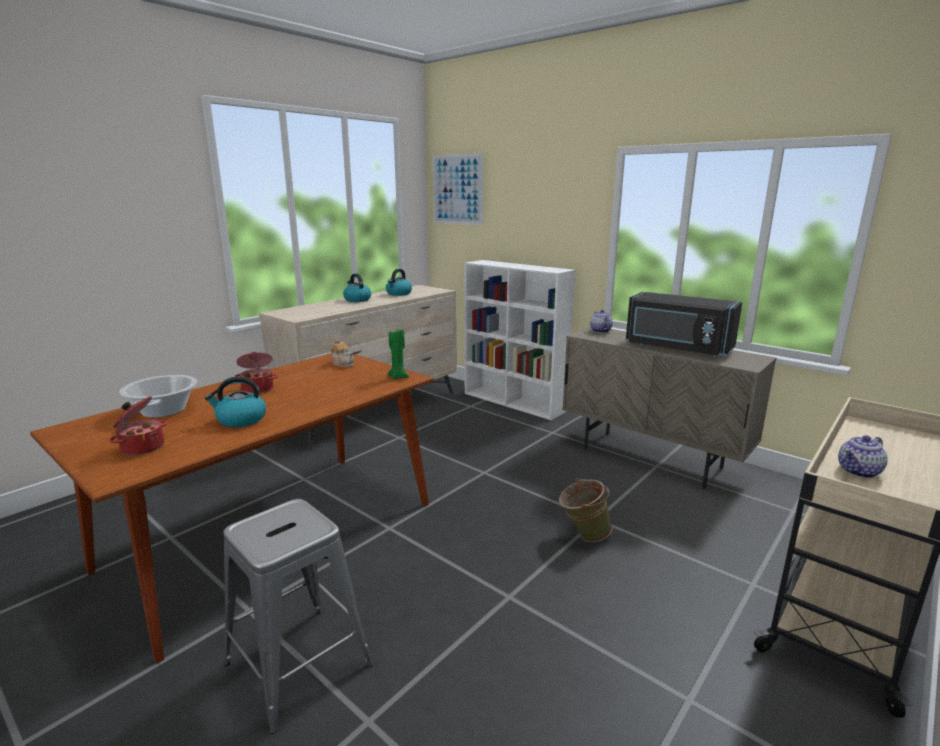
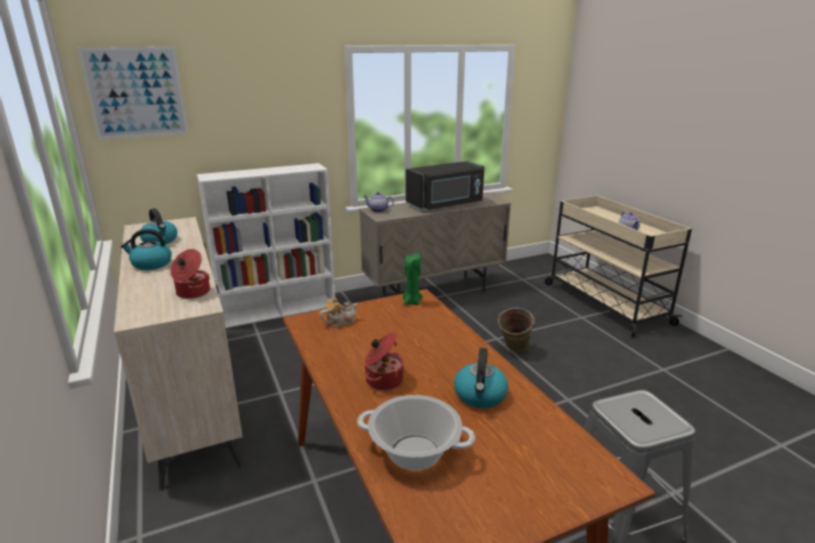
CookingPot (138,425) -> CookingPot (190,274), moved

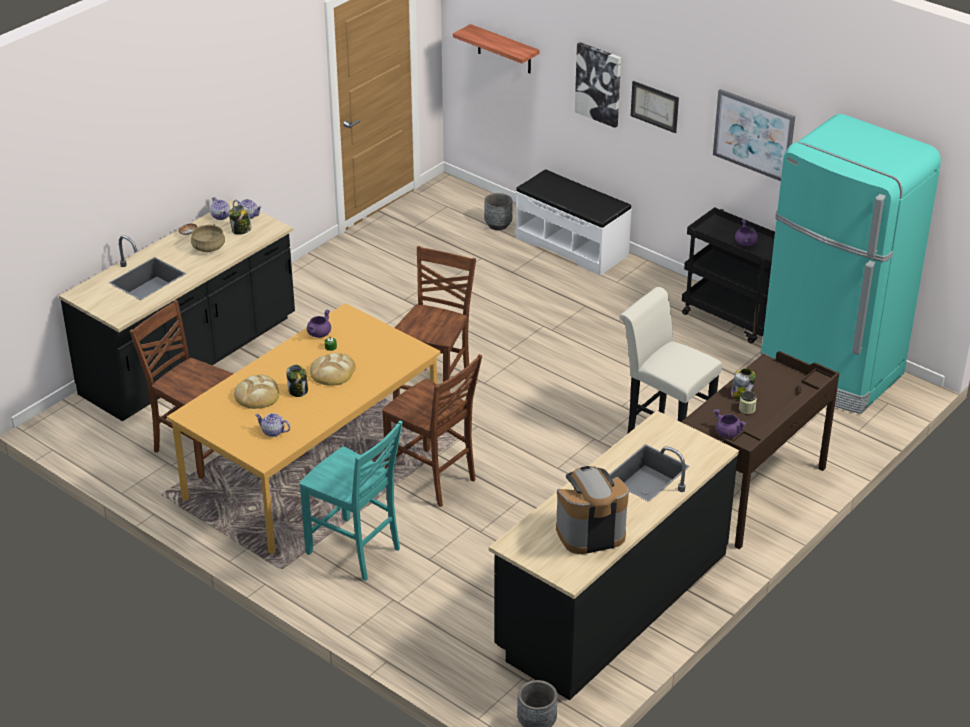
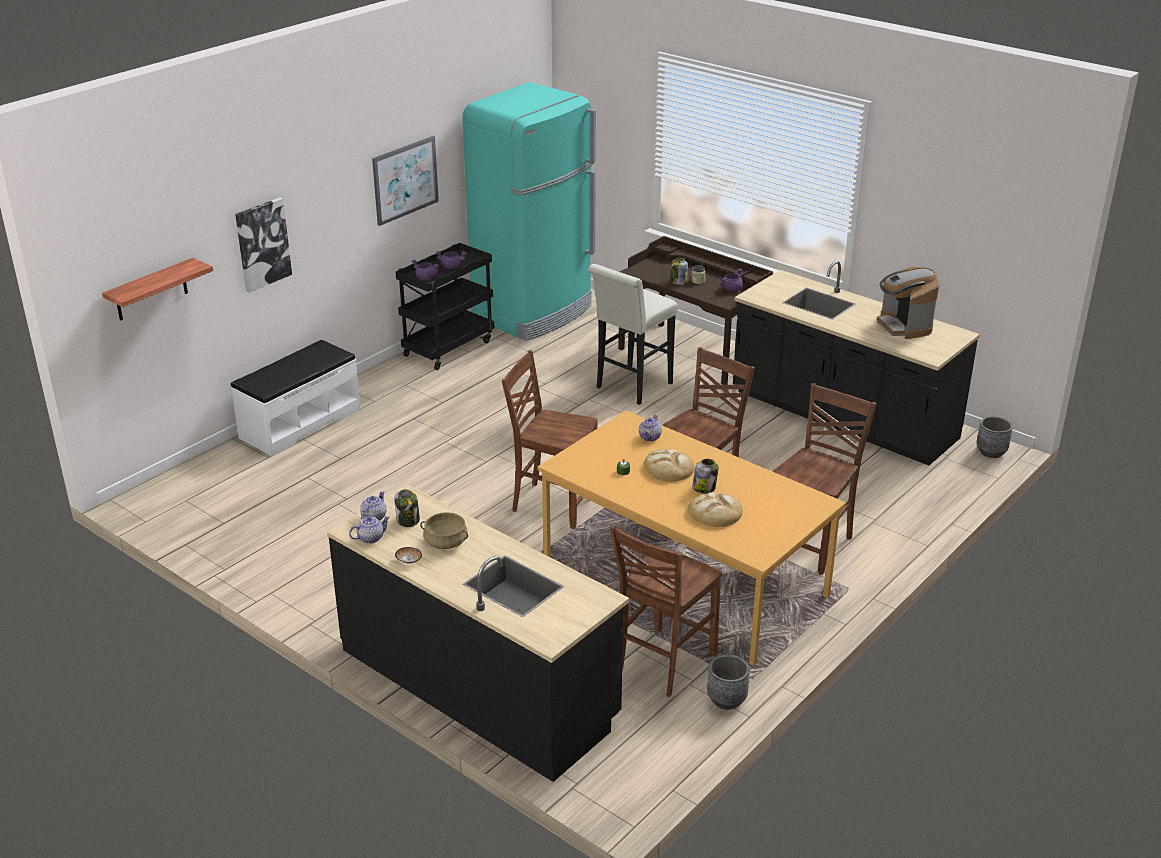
WallPicture (654,107) -> none
GreyishPlantPot (498,211) -> GreyishPlantPot (728,682), moved
PurplishCookingPot (319,323) -> PurplishCookingPot (425,270), moved
TeaPot (272,425) -> TeaPot (650,427), moved
TurquoisePlainChair (351,500) -> BrownPlainChair (825,479)

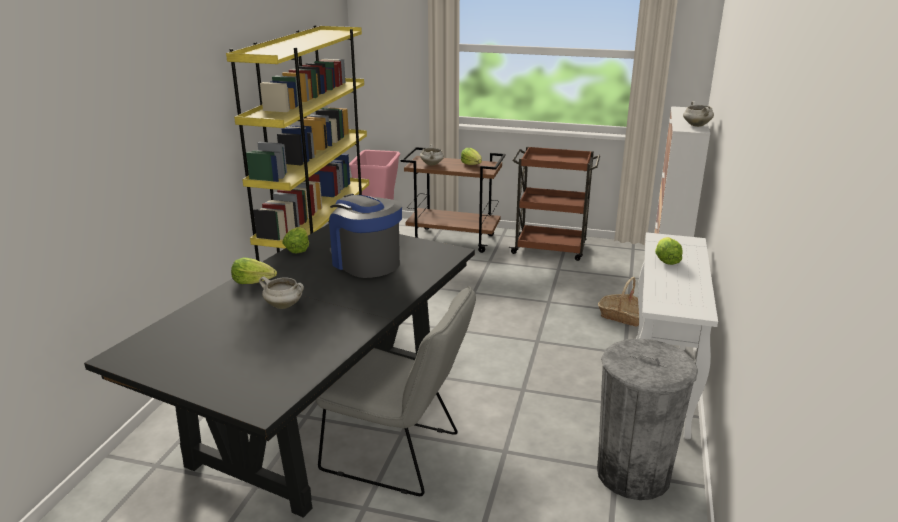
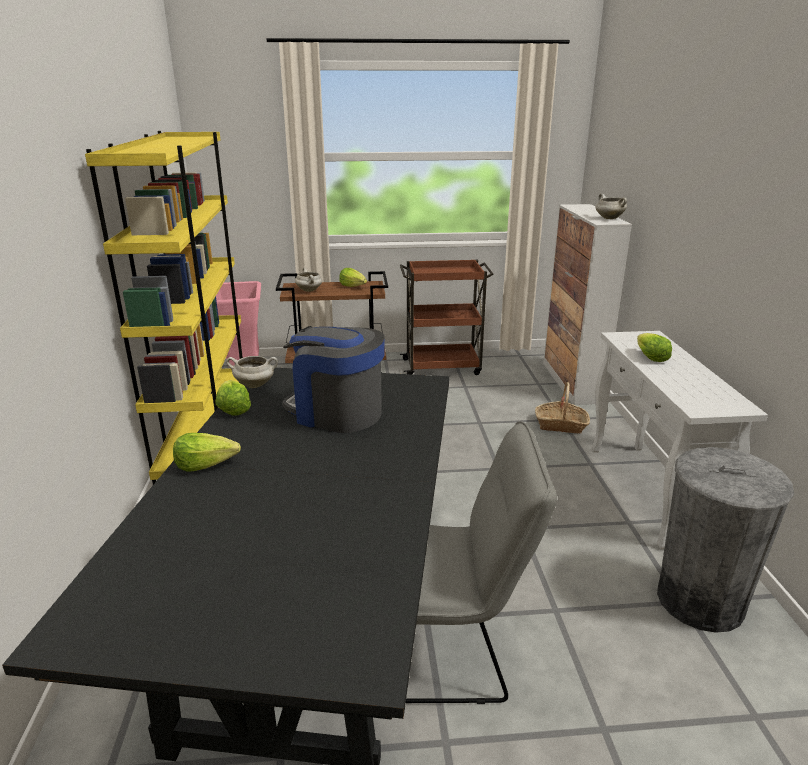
WhiteCookingPot (281,293) -> WhiteCookingPot (252,372), moved

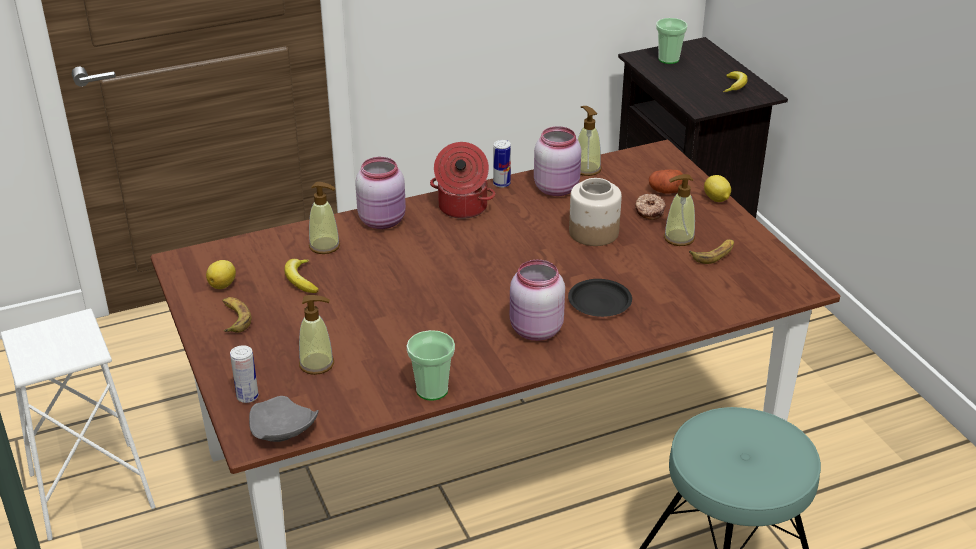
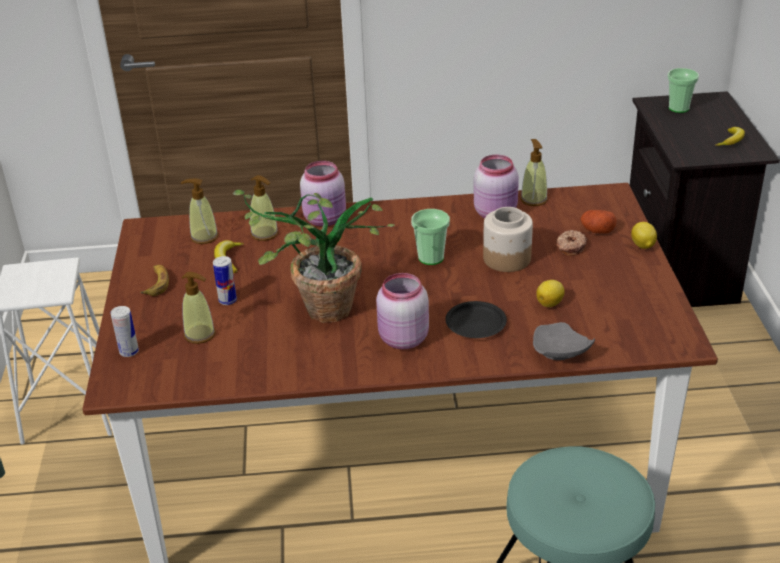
MetalCan (502,164) -> MetalCan (225,280), moved
CookingPot (462,180) -> none
LiquidSoapBottle (679,210) -> LiquidSoapBottle (199,211), moved
BananaFruit (711,251) -> none
Lemon (221,274) -> Lemon (550,293), moved
Cup (431,365) -> Cup (430,237), moved
GreyishFlatDish (284,419) -> GreyishFlatDish (564,341), moved
none -> PlantInAPot (314,256)

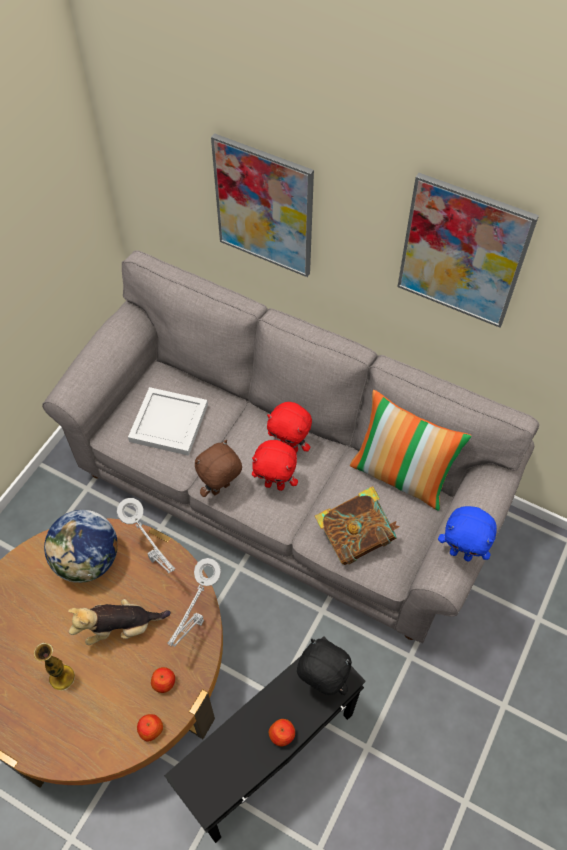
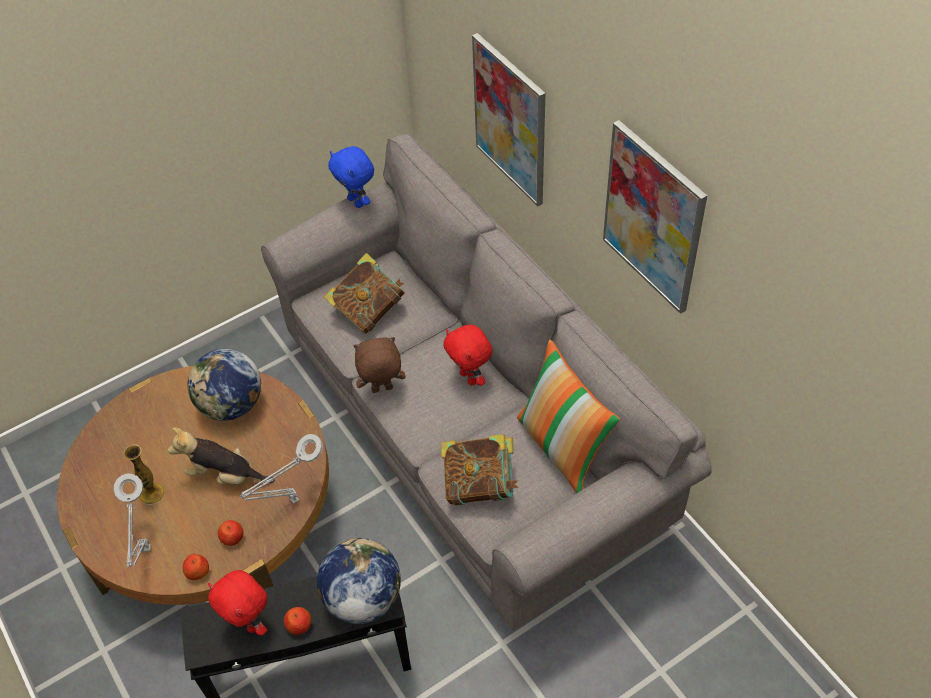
WhiteCarryingTray (168,421) -> Volume (364,293)
RedColouredSoftToy (275,465) -> RedColouredSoftToy (238,603), moved
GreyishLampForATable (146,535) -> GreyishLampForATable (132,521), moved
BlueSoftToy (467,534) -> BlueSoftToy (351,177), moved
BlackishSoftToy (324,667) -> WorldGlobe (359,581)

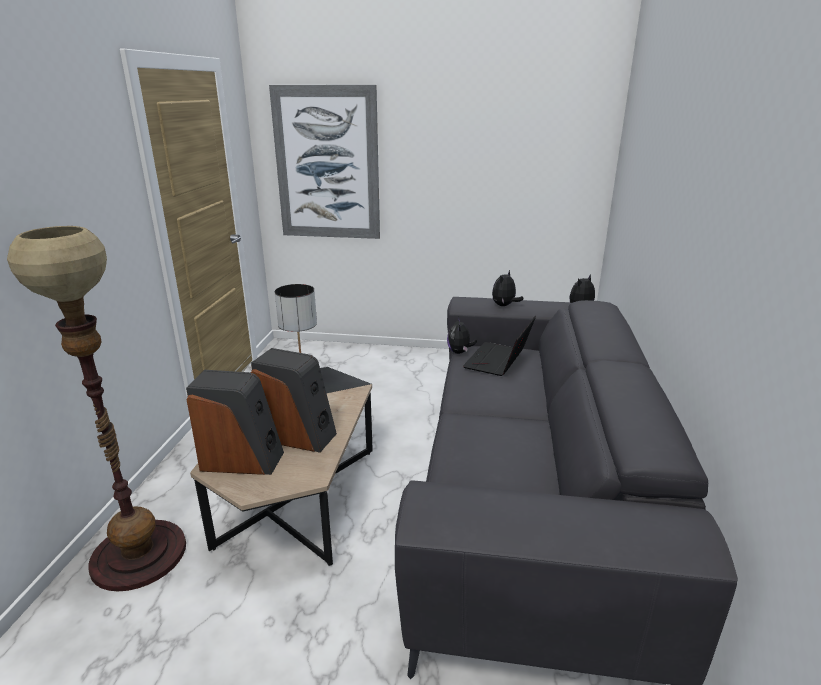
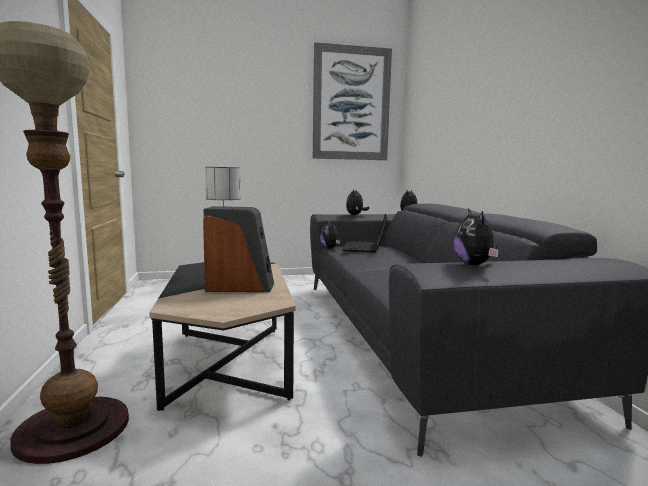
WallPicture (324,162) -> WallPicture (352,101), moved
Speaker (235,422) -> none
none -> SoftToy (476,236)

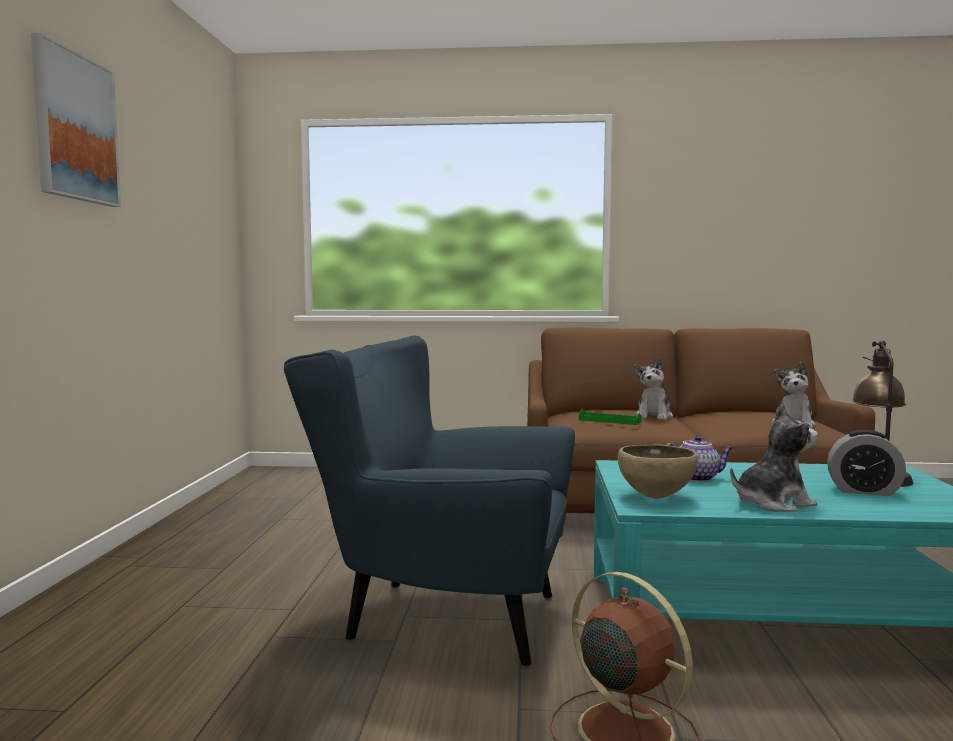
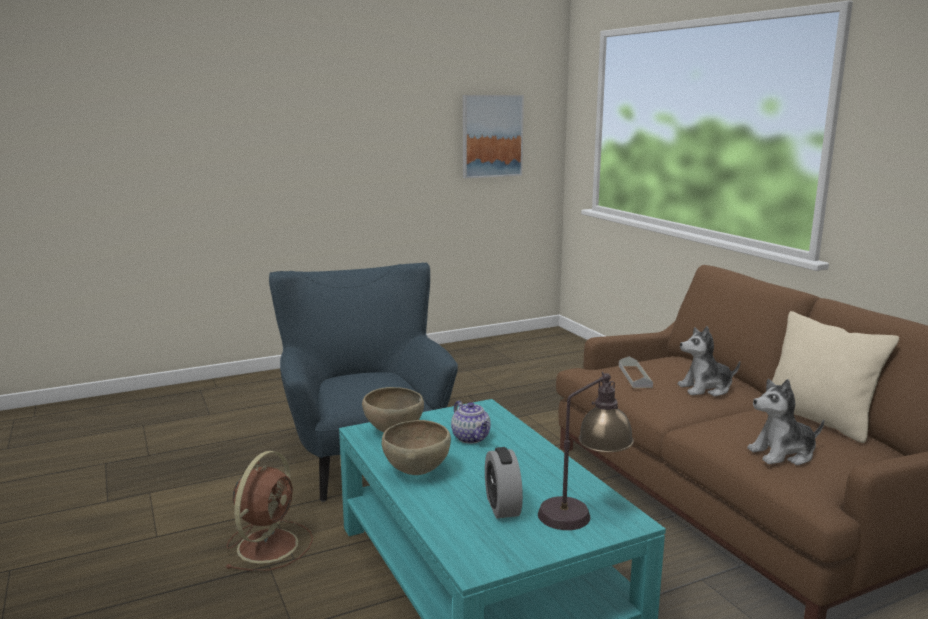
WallPicture (76,120) -> WallPicture (493,137), moved
SoftToy (774,458) -> BrownBowl (416,447)
GreenishCarryingTray (610,417) -> GreyishCarryingTray (636,372)
none -> BeigeColouredPillow (835,377)

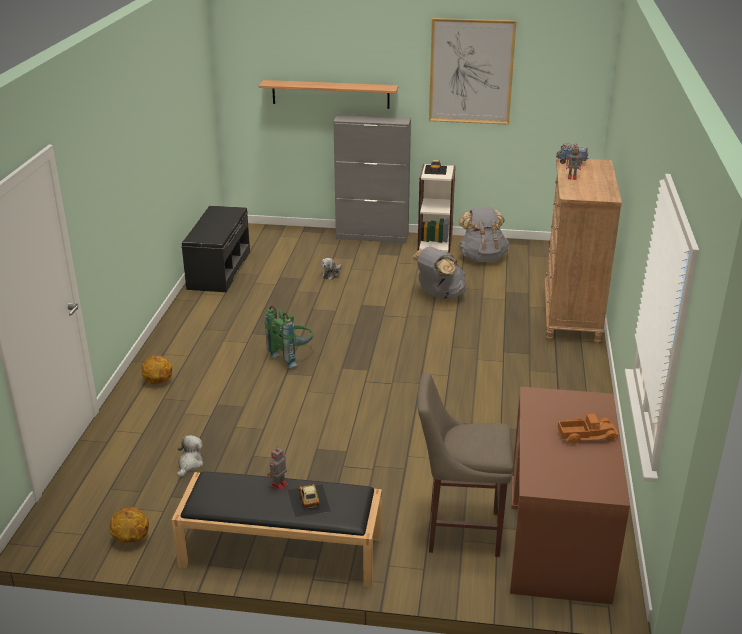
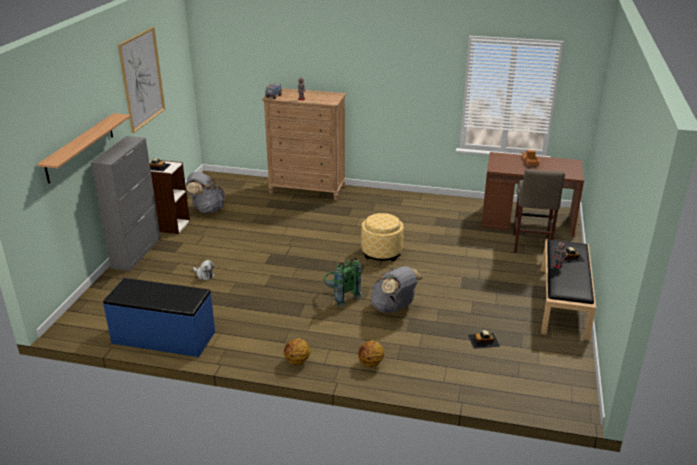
BlackishIndoorBench (215,249) -> BlueIndoorBench (159,317)
GreyishRucksack (438,273) -> GreyishRucksack (396,289), moved
SoftToy (190,456) -> MiniatureCar (484,339)
BasketballBall (129,525) -> BasketballBall (297,351), moved
none -> Pouffe (382,237)

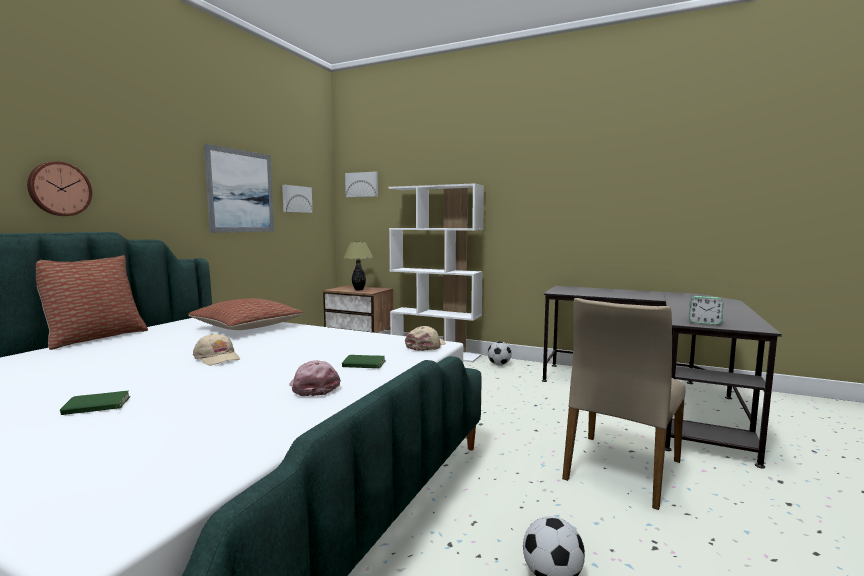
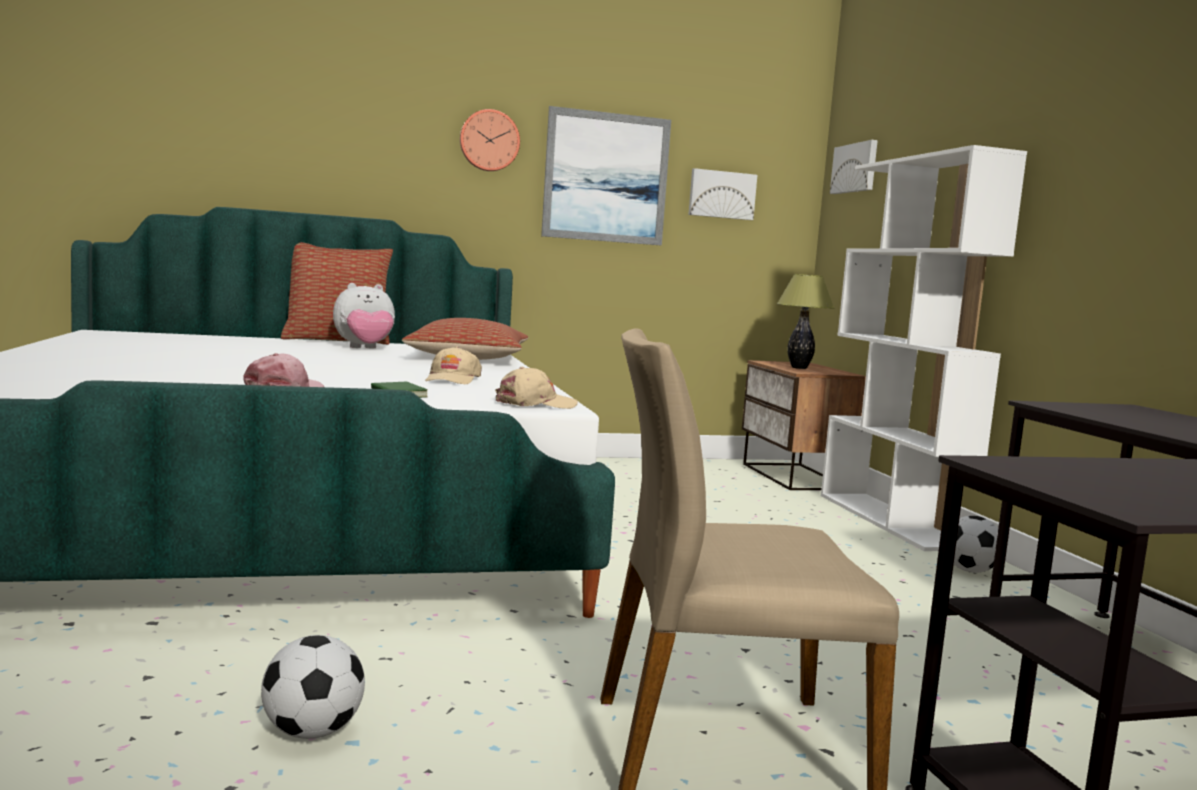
WallClock (59,188) -> WallClock (490,140), moved
AlarmClock (706,310) -> none
BeigeColouredBaseballCap (216,349) -> BeigeColouredBaseballCap (453,365), moved
GreenishVolume (95,403) -> none
none -> SoftToy (364,315)

